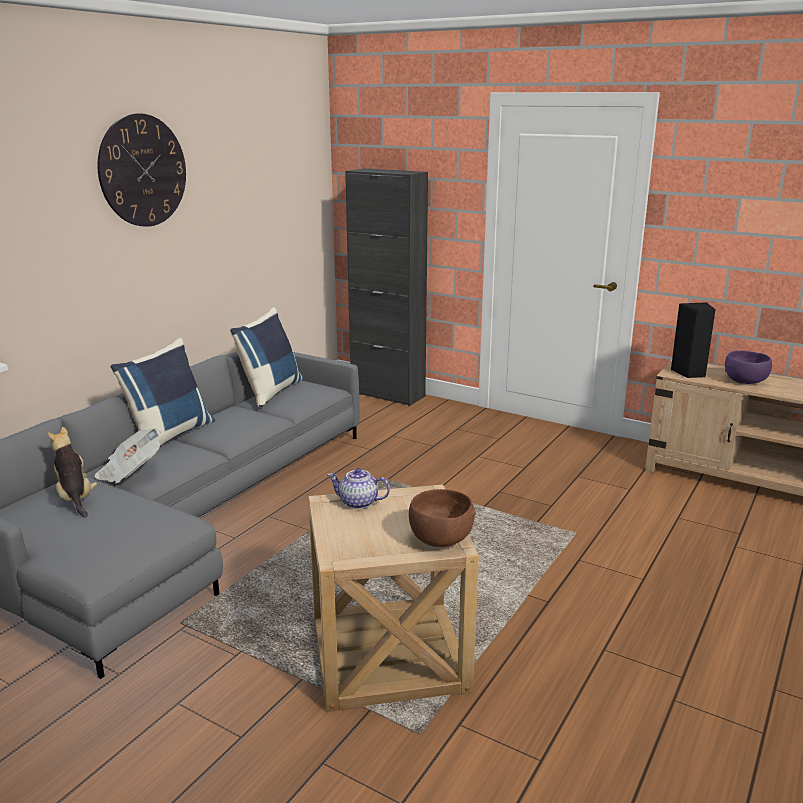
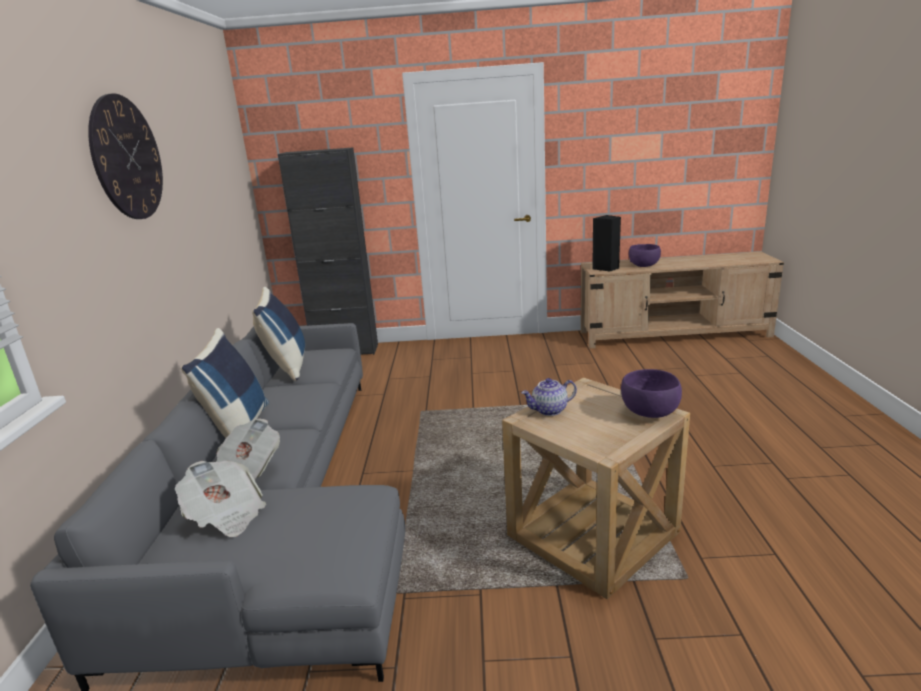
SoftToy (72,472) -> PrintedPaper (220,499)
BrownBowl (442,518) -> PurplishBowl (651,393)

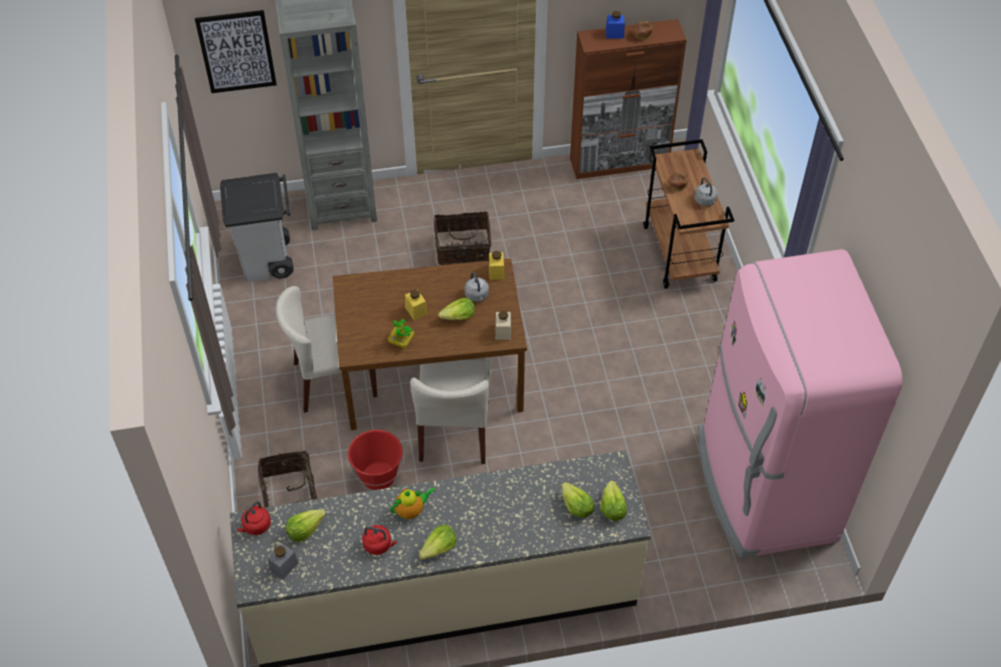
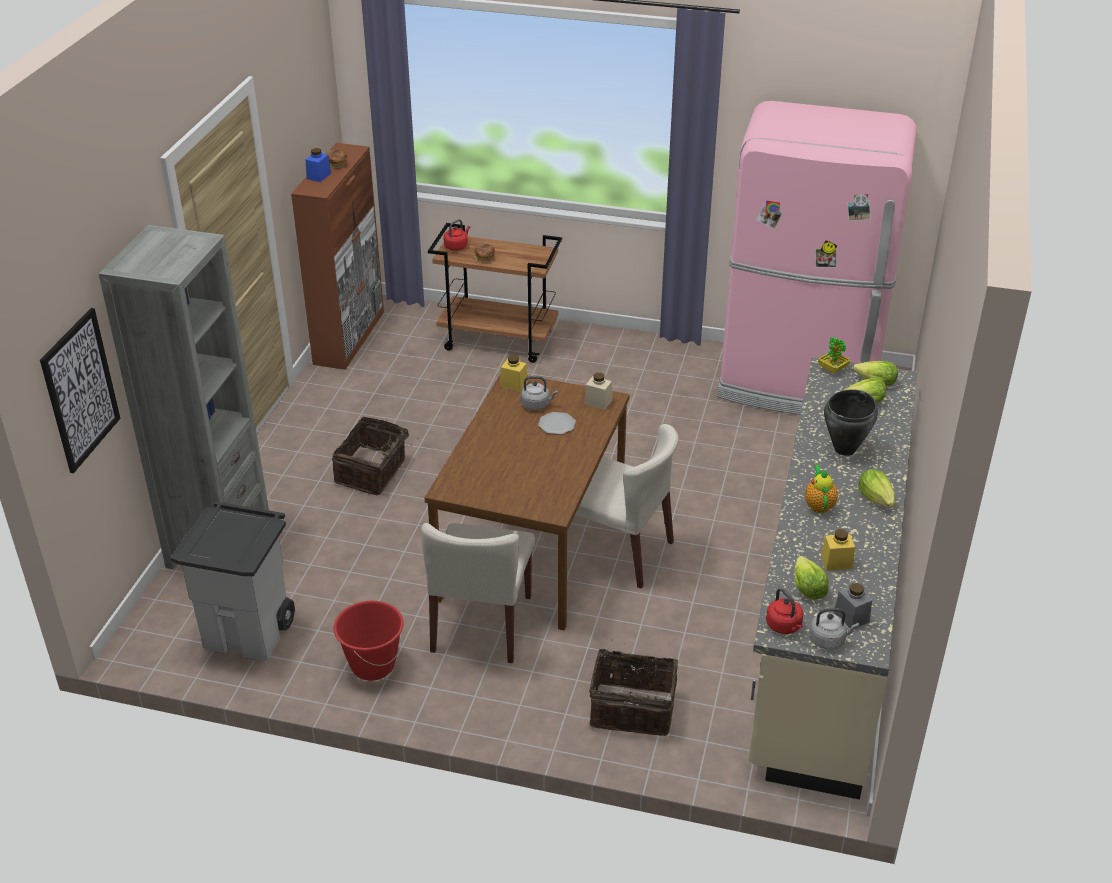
GreyishKettle (706,191) -> GreyishKettle (834,628), moved
YellowColouredStorageJar (416,305) -> YellowColouredStorageJar (838,550), moved
Lettuce (456,309) -> FlatDish (557,423)
PlantInAPot (401,333) -> PlantInAPot (834,355), moved
RedColouredWaterBucket (375,460) -> RedColouredWaterBucket (368,641), moved
RedColouredKettle (379,540) -> RedColouredKettle (456,235), moved
none -> BlackishCookingPot (851,422)

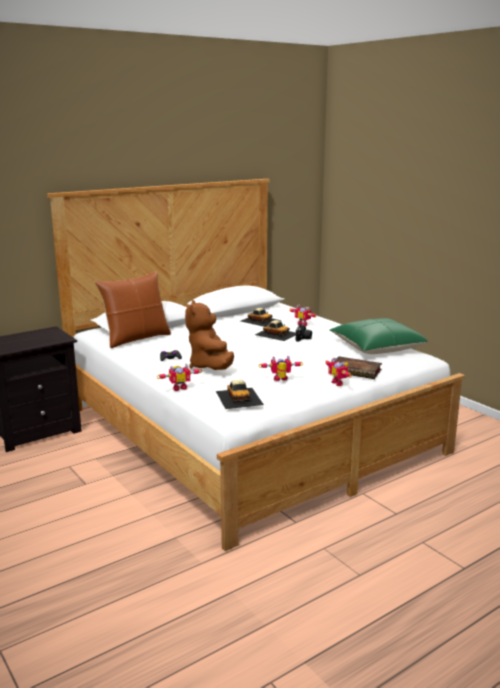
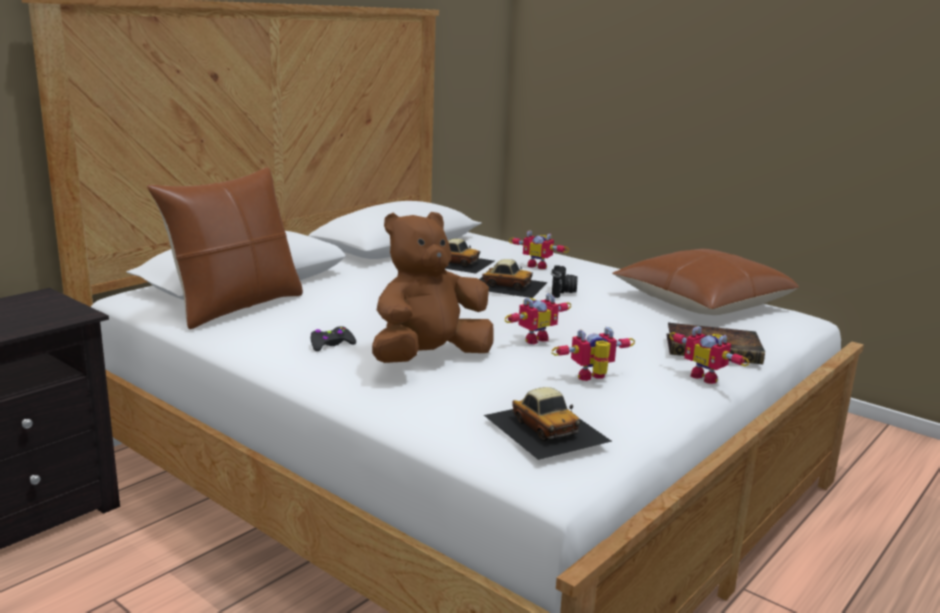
BrownSoftToy (209,335) -> BrownSoftToy (433,287), 75 degrees clockwise
GreenishPillow (379,336) -> BrownPillow (705,282)
RobotFigure (179,377) -> RobotFigure (538,319), moved

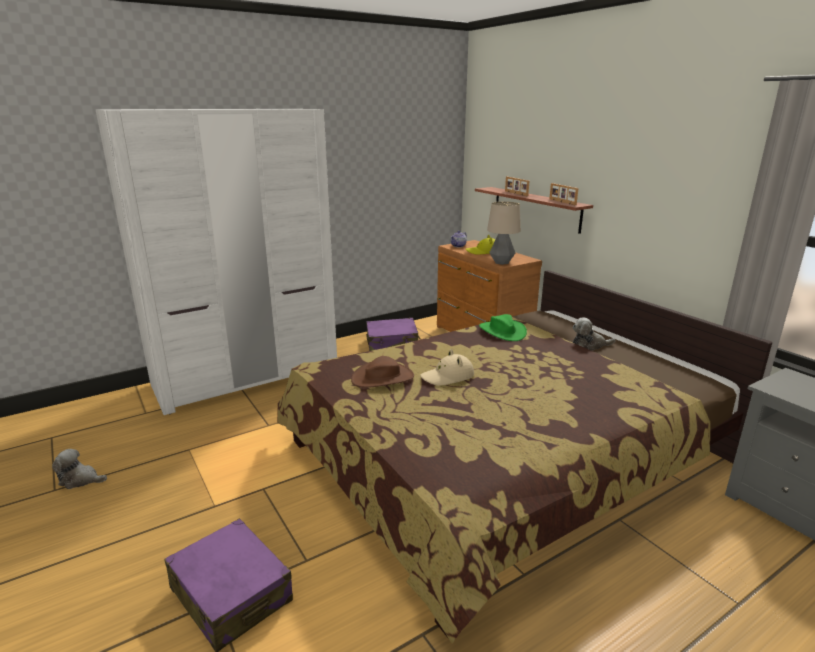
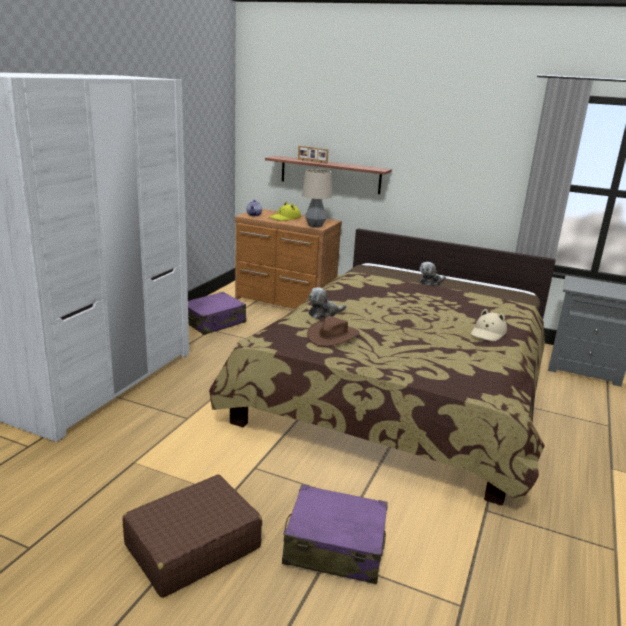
StandingFrame (564,194) -> none
GreenishClothingHat (503,327) -> none
BeigeColouredClothingHat (447,367) -> BeigeColouredClothingHat (489,325), moved
SoftToy (79,469) -> SoftToy (327,303), moved
none -> BrownSuitcase (192,536)

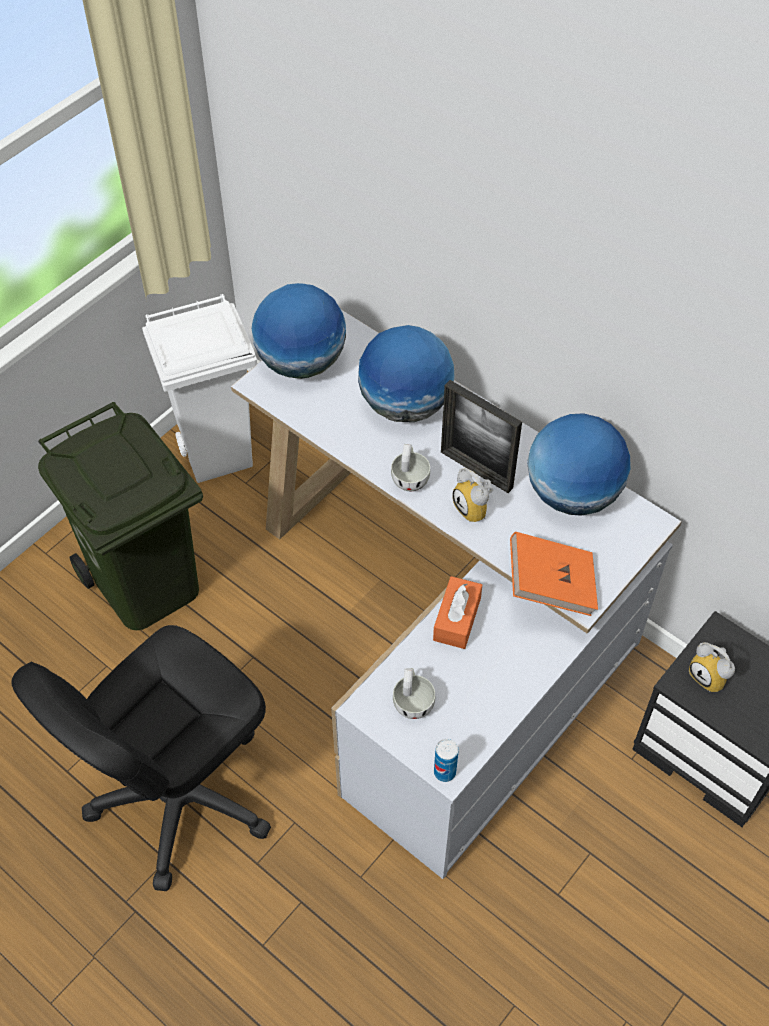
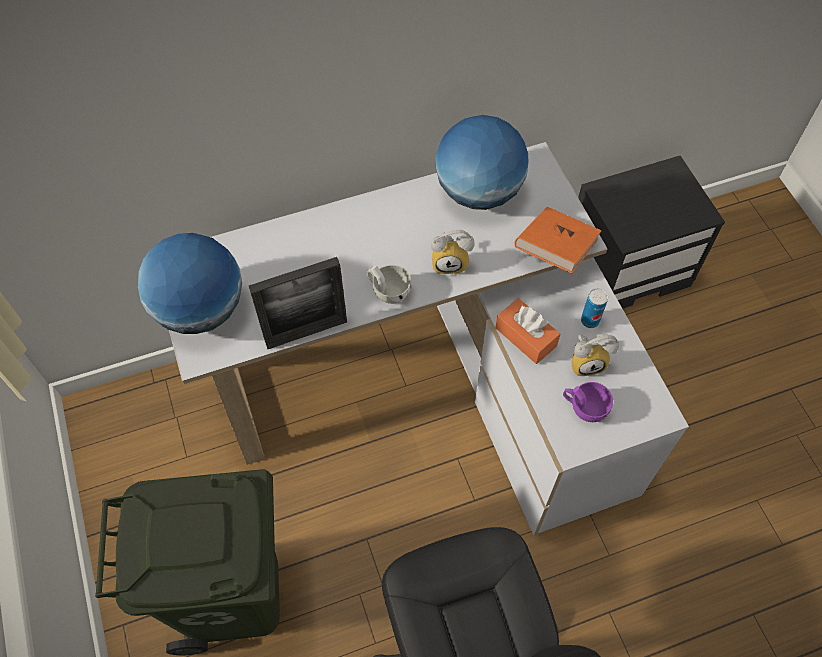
WhiteTrashCan (199,388) -> none
WorldGlobe (406,373) -> none
StandingFrame (481,436) -> StandingFrame (298,303), moved
AlarmClock (712,667) -> AlarmClock (595,355), moved
WhiteCup (414,693) -> PurplishCup (588,402)
MetalCan (446,760) -> MetalCan (594,308), moved

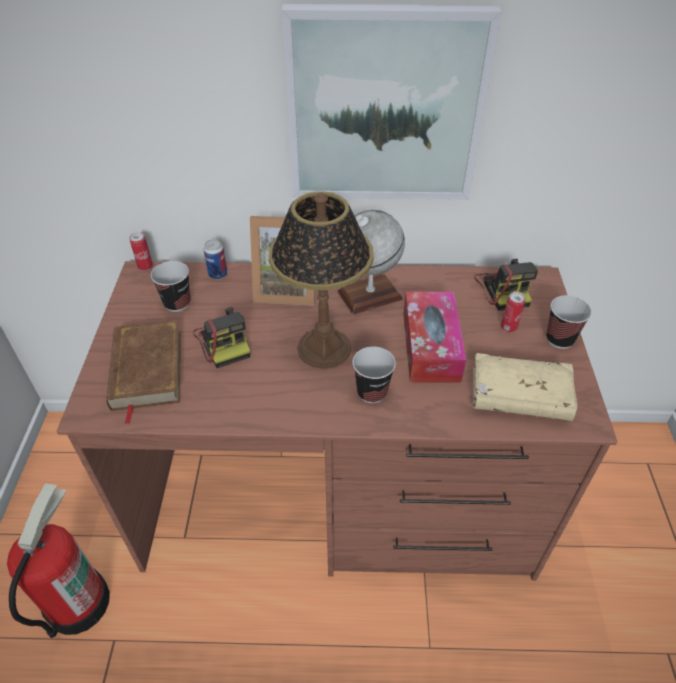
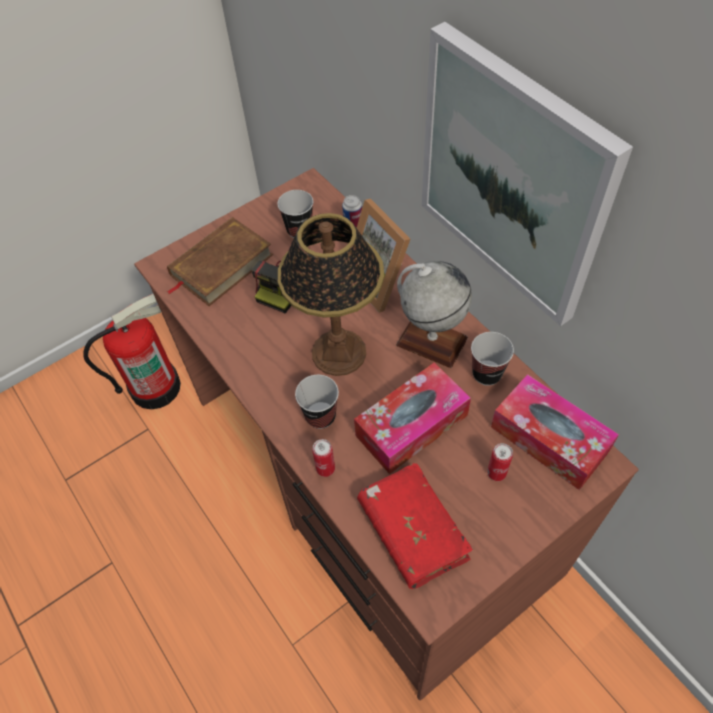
MetalCan (141,251) -> MetalCan (323,458), moved
StillCamera (506,285) -> TissueHolder (555,432)
Cup (569,322) -> Cup (492,359), moved
BeigeColouredVolume (525,387) -> RedColouredVolume (415,526)

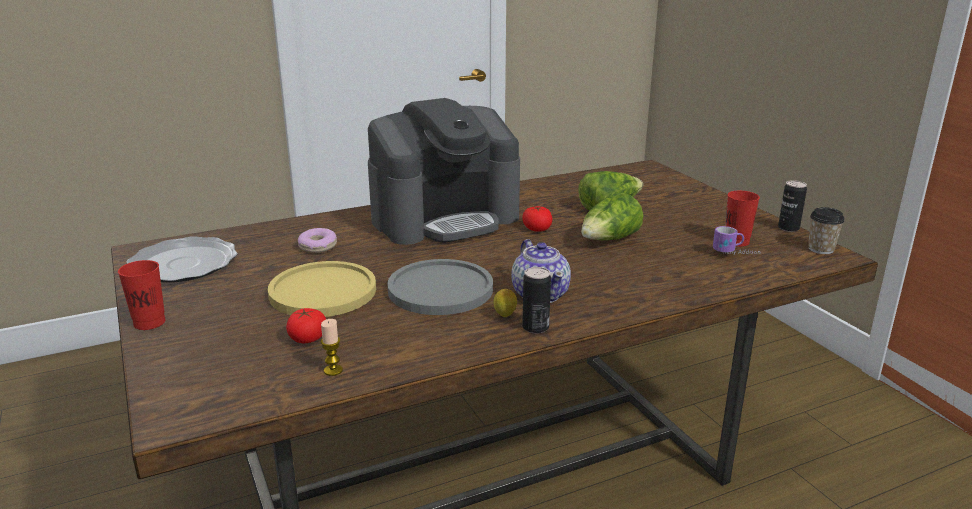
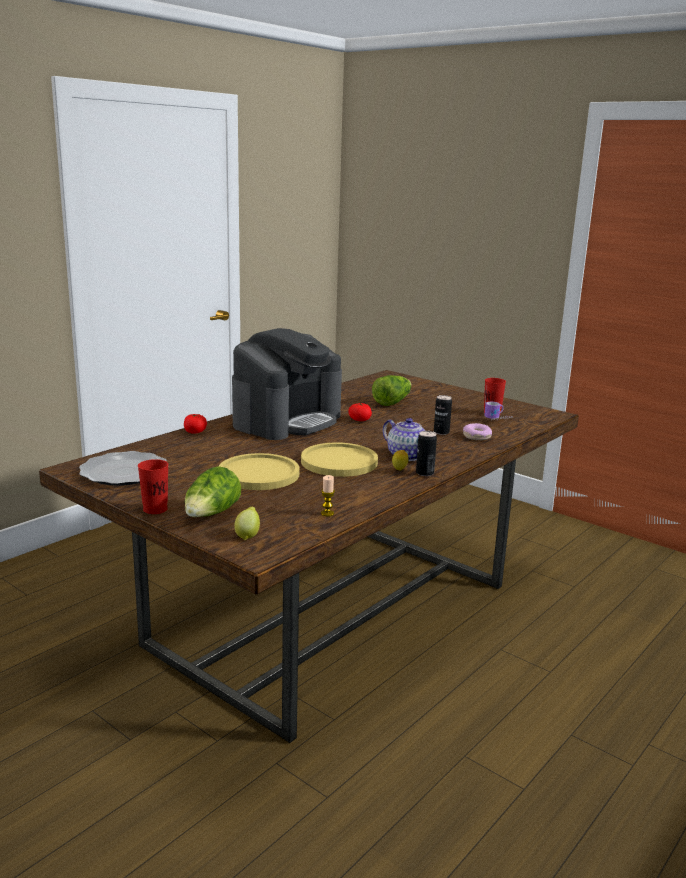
MetalCan (792,206) -> MetalCan (443,415), moved
Lettuce (612,217) -> Lettuce (213,491), moved
Cup (826,230) -> none
Donut (317,240) -> Donut (477,431), moved
GreyishFlatDish (440,287) -> YellowColouredFlatDish (339,459)
FreshTomato (306,325) -> FreshTomato (195,424), moved
none -> Lemon (247,523)

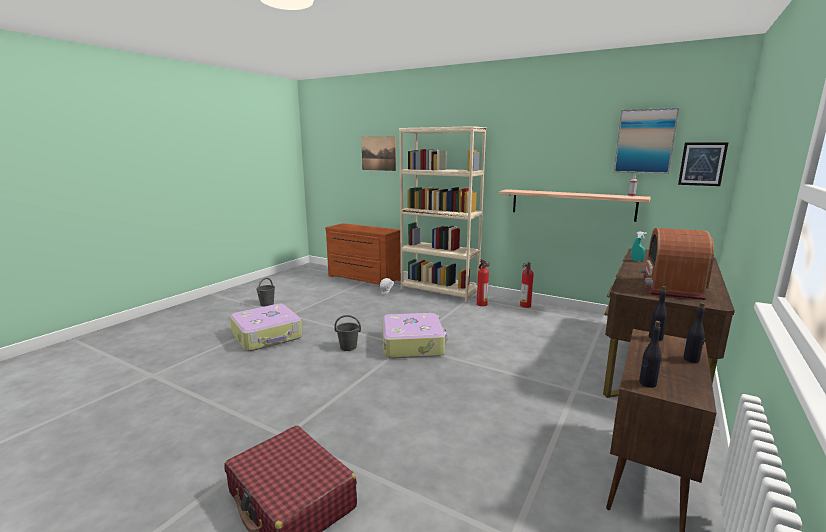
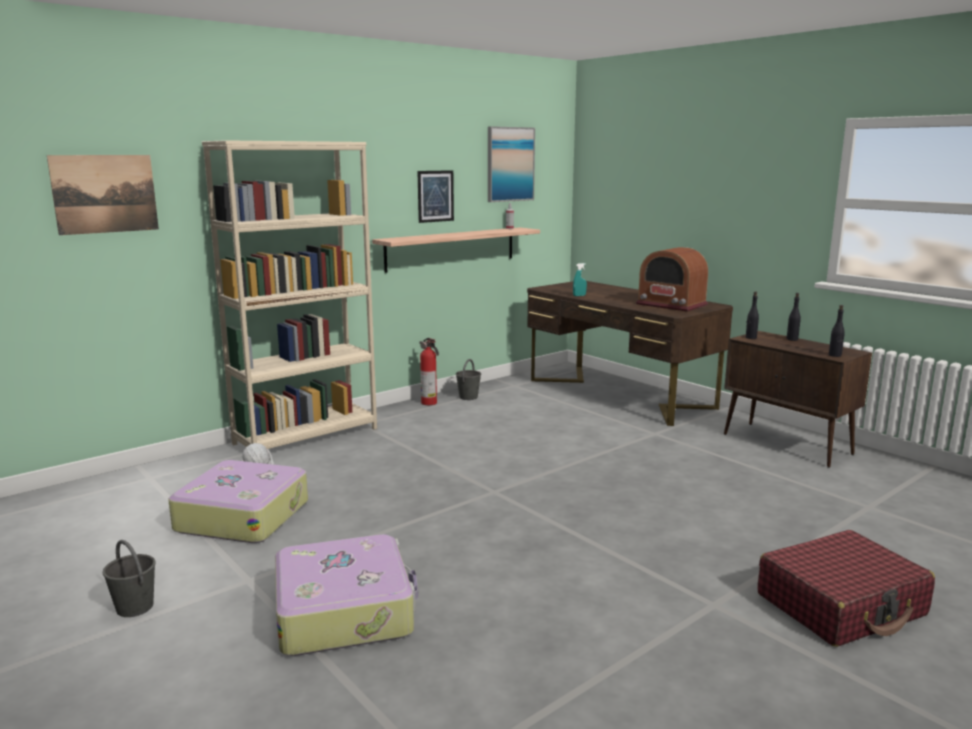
WallPicture (703,164) -> WallPicture (435,196), moved
BrownDrawerChest (363,254) -> none
Extinguisher (483,282) -> none
Suitcase (415,336) -> Suitcase (238,501), moved
GreyishWaterBucket (347,333) -> GreyishWaterBucket (468,379), moved

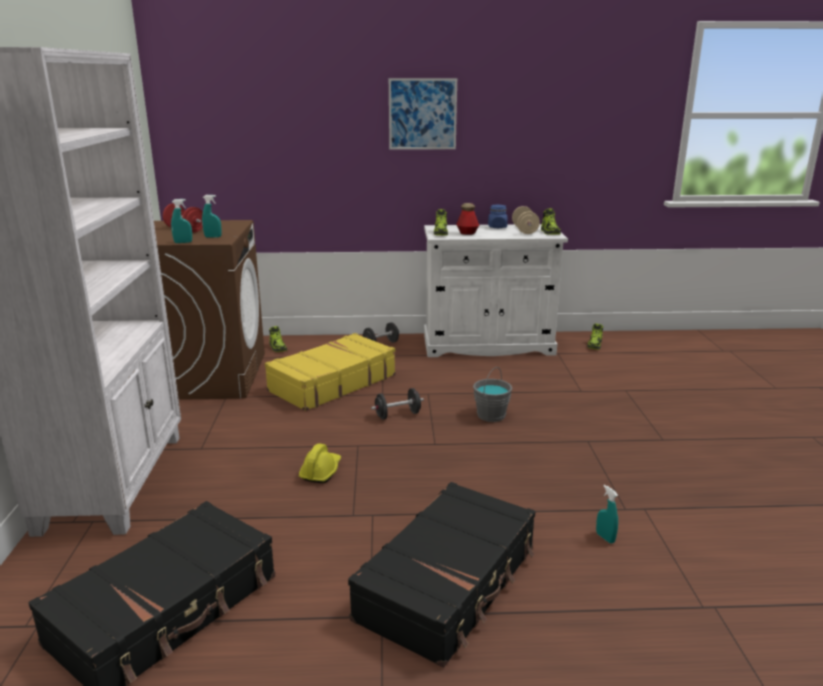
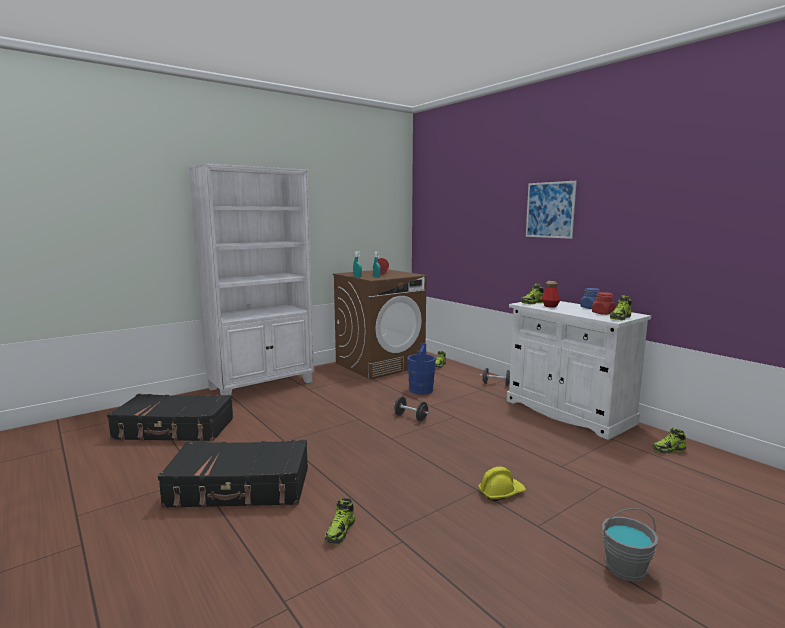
BeigeColouredFreeWeight (526,220) -> RedColouredStorageJar (603,303)
YellowColouredSuitcase (330,372) -> BlueWaterBucket (421,368)
GreyishWaterBucket (492,394) -> GreyishWaterBucket (630,545), moved
YellowColouredWorkHelmet (320,463) -> YellowColouredWorkHelmet (502,484), moved
TurquoiseHandSprayer (607,514) -> ItemOfFootwear (340,521)

